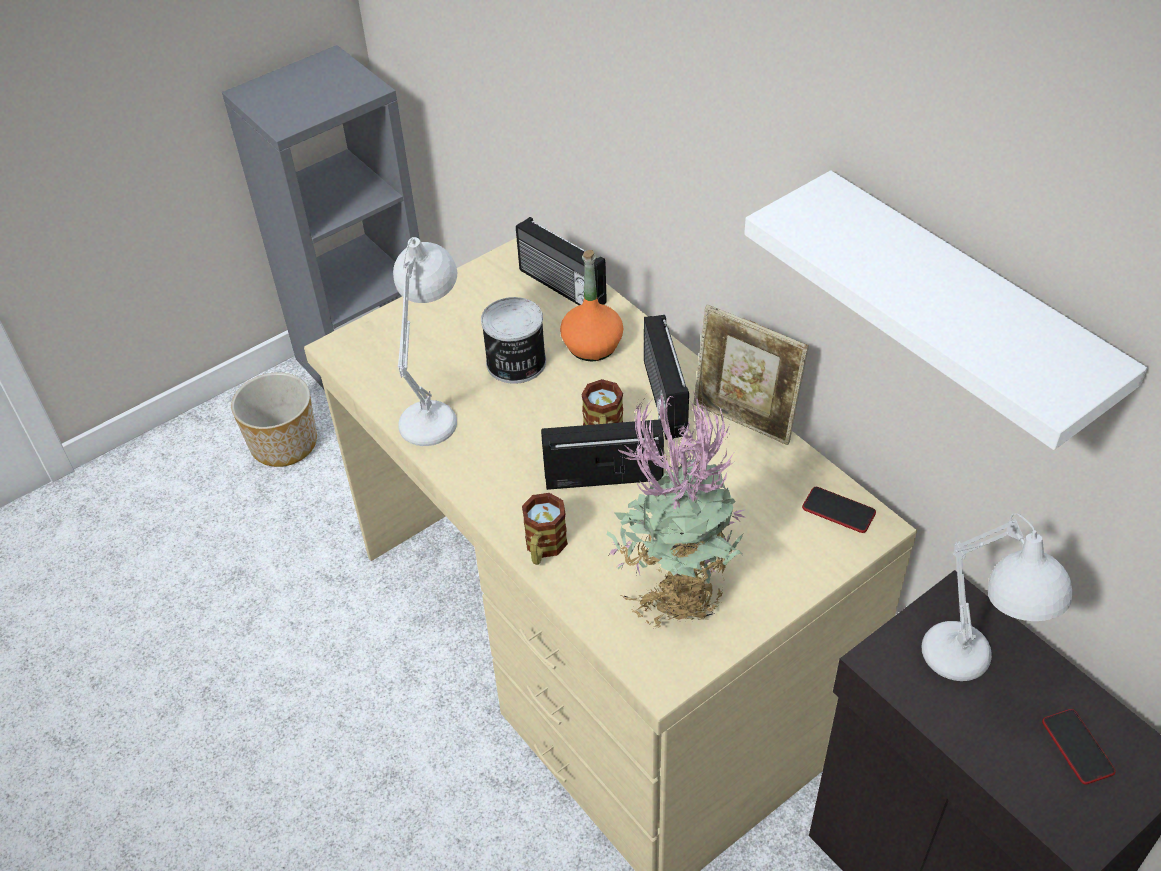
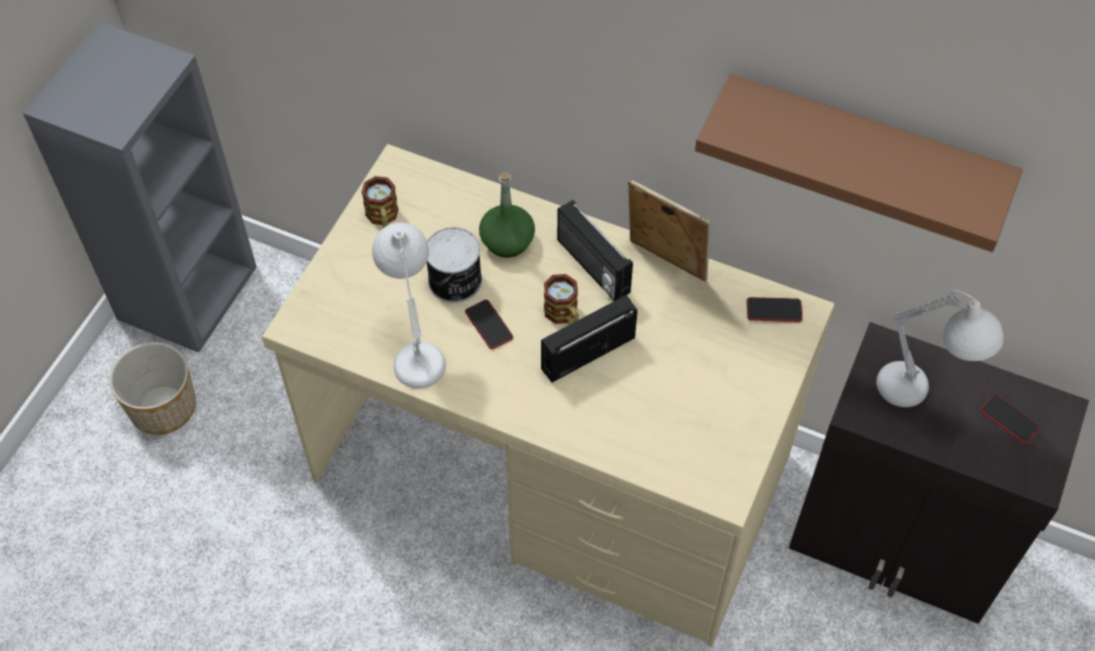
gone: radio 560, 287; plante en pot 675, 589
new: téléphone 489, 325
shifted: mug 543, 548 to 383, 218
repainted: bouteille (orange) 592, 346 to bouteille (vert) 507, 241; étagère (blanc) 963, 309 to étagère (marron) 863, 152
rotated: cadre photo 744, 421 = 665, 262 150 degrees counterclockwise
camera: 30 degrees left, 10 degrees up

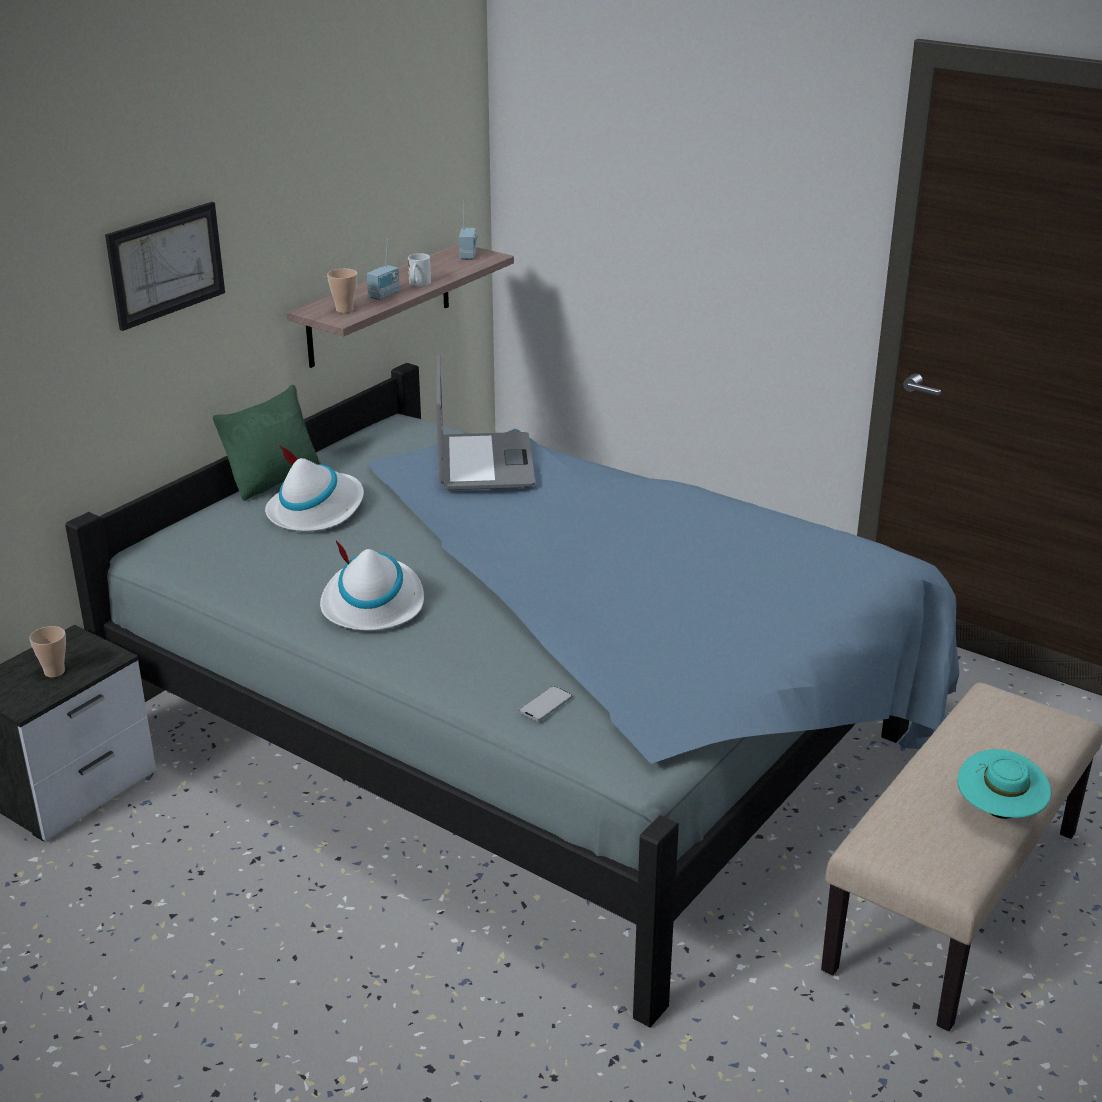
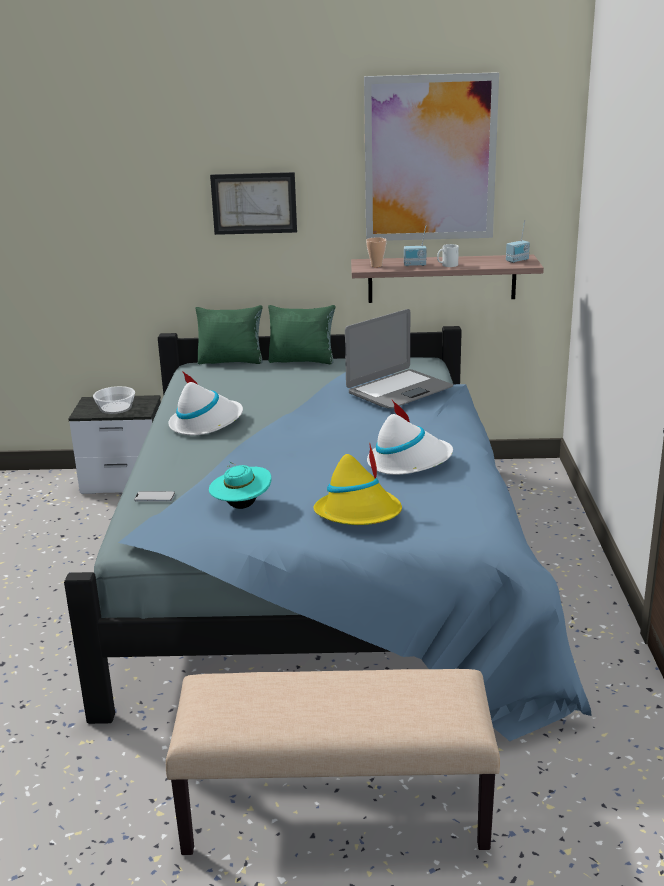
new: coussin (vert) 231, 361; chapeau (jaune) 359, 513; tableau 430, 159
shifted: chapeau (blanc) 316, 510 to 409, 462; chapeau (turquoise) 998, 812 to 241, 506
swapped: tasse 54, 672 to bol 115, 407
camera: 55 degrees right, 5 degrees down

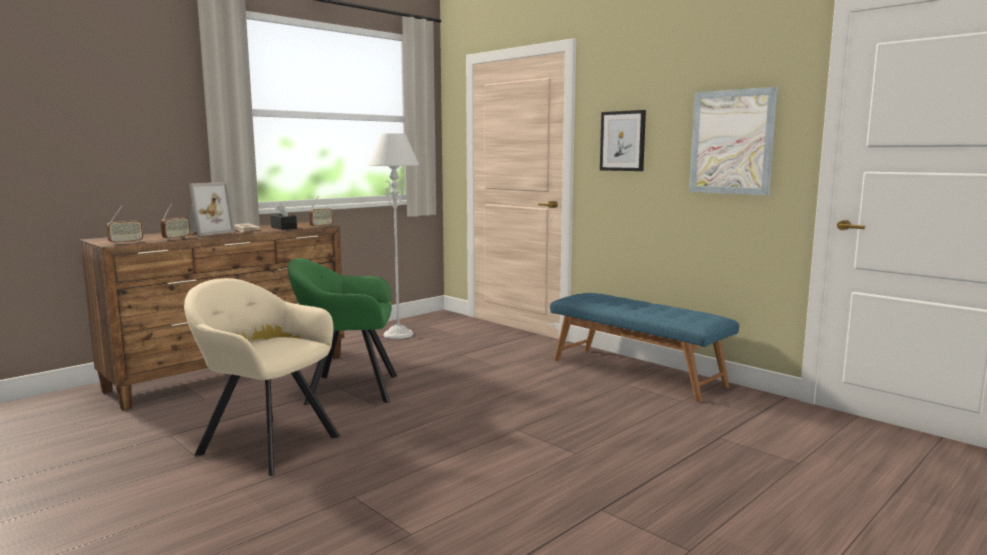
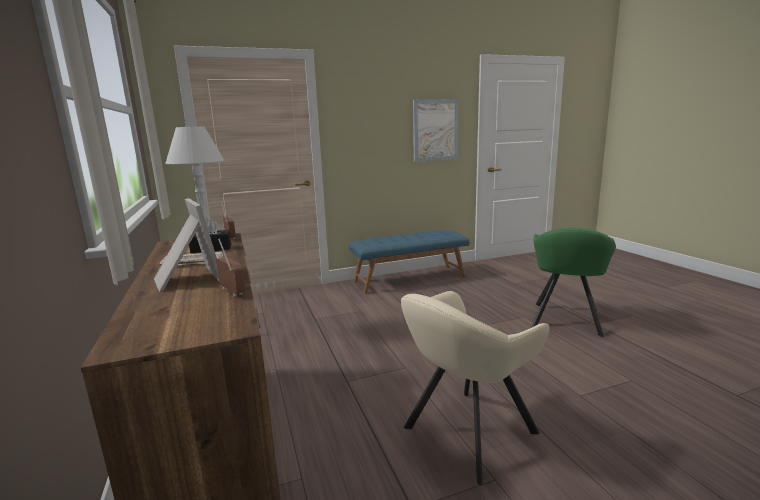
gone: radio 126, 243; tableau 622, 141
shifted: fauteuil (vert) 347, 388 to 565, 320
camera: 65 degrees left, 5 degrees up

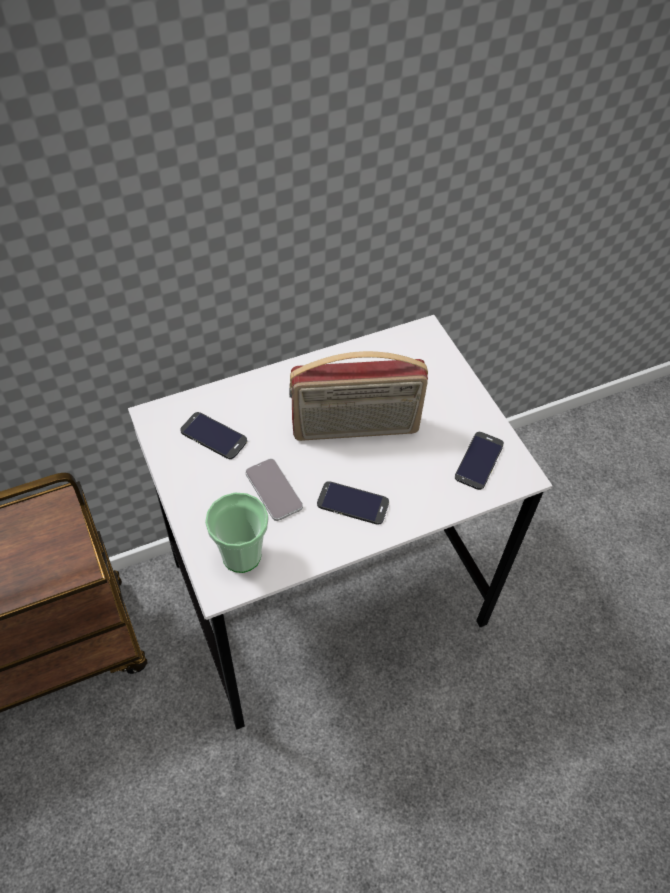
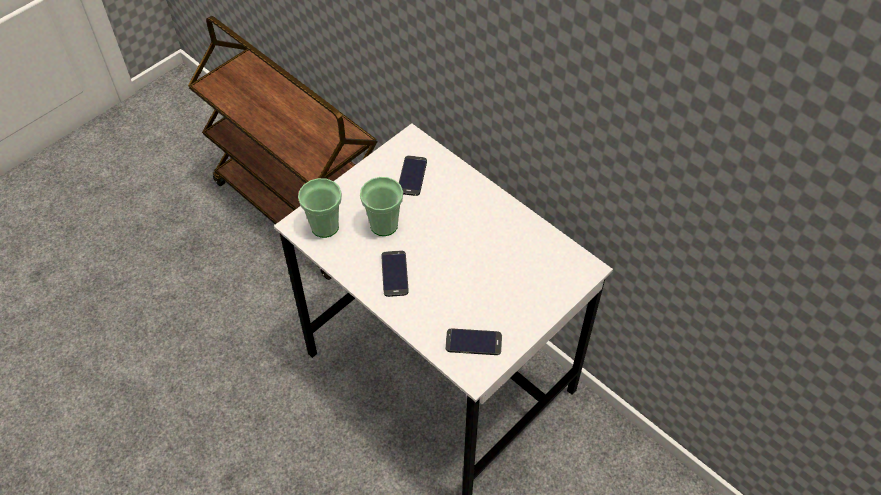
gone: radio 355, 429
swapped: téléphone 273, 490 to tasse 384, 225
camera: 70 degrees right, 0 degrees up

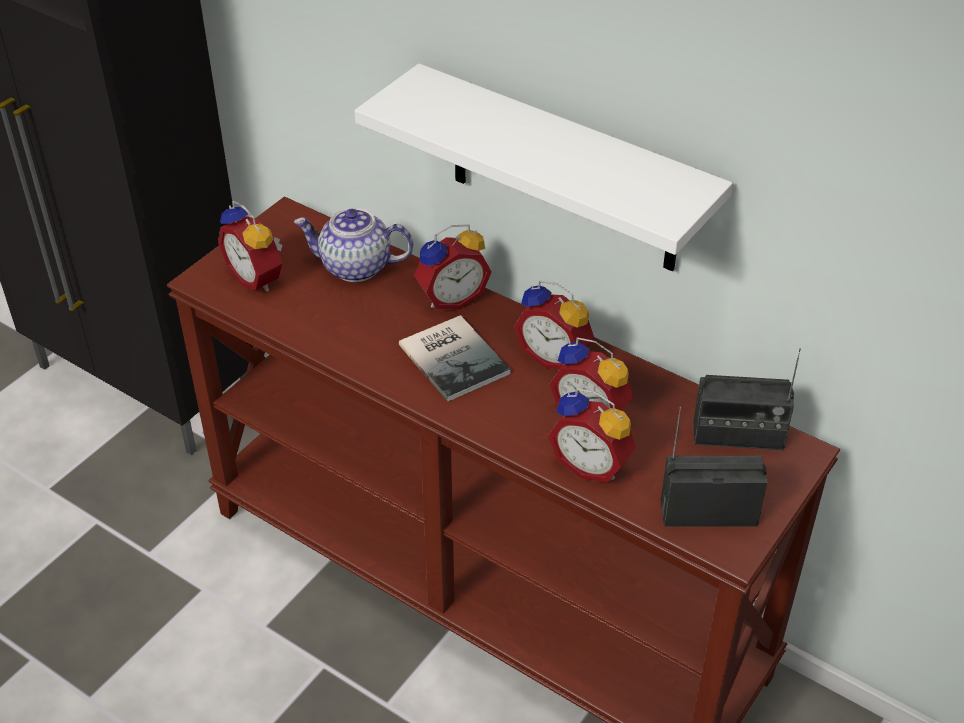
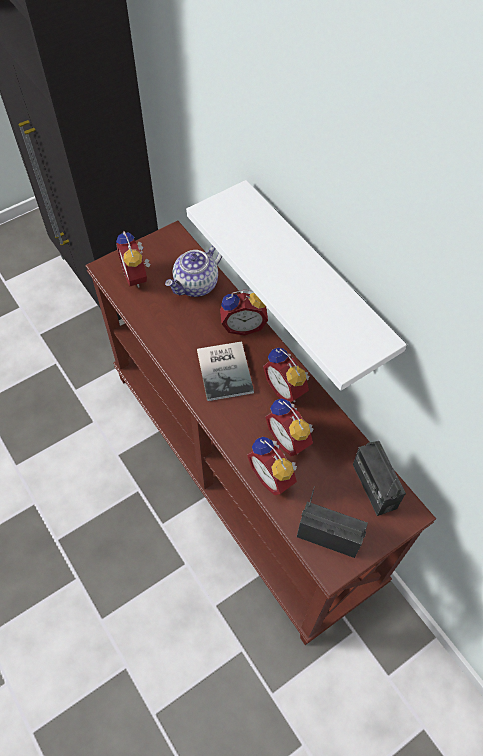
rotated: théière 355, 267 = 196, 285 75 degrees counterclockwise; radio 738, 436 = 374, 486 45 degrees clockwise
camera: 20 degrees right, 15 degrees up

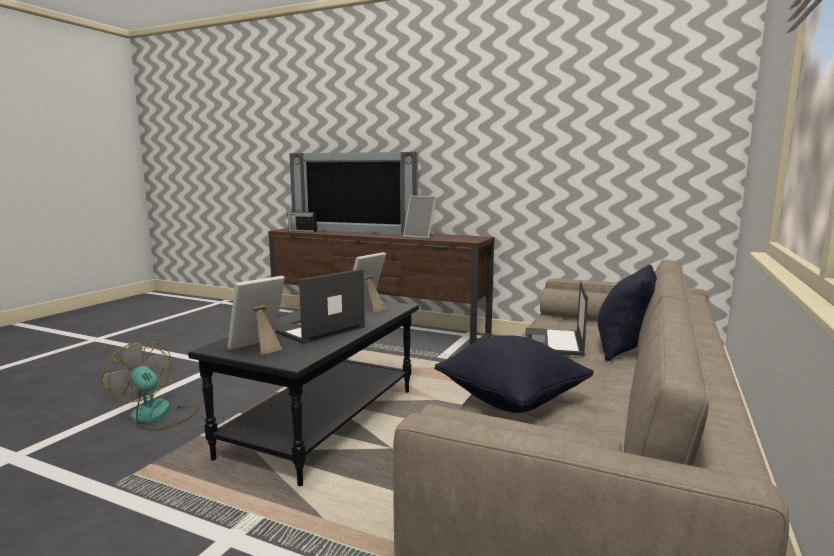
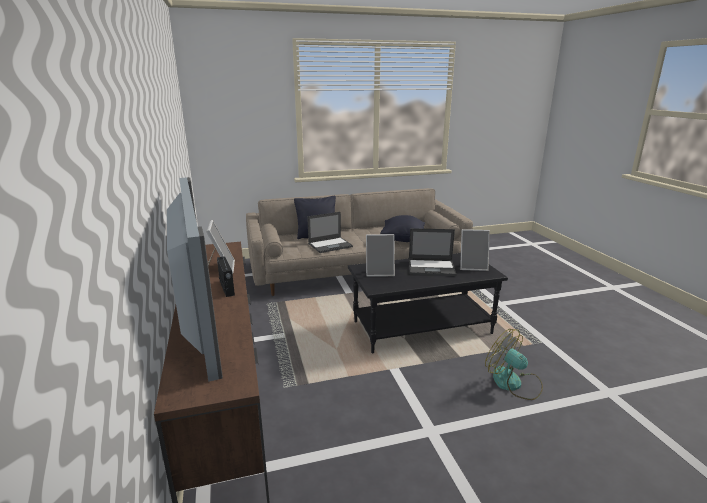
shifted: radio 302, 231 to 226, 288
rotated: ventilateur 156, 416 = 513, 383 135 degrees clockwise
camera: 130 degrees left, 10 degrees up

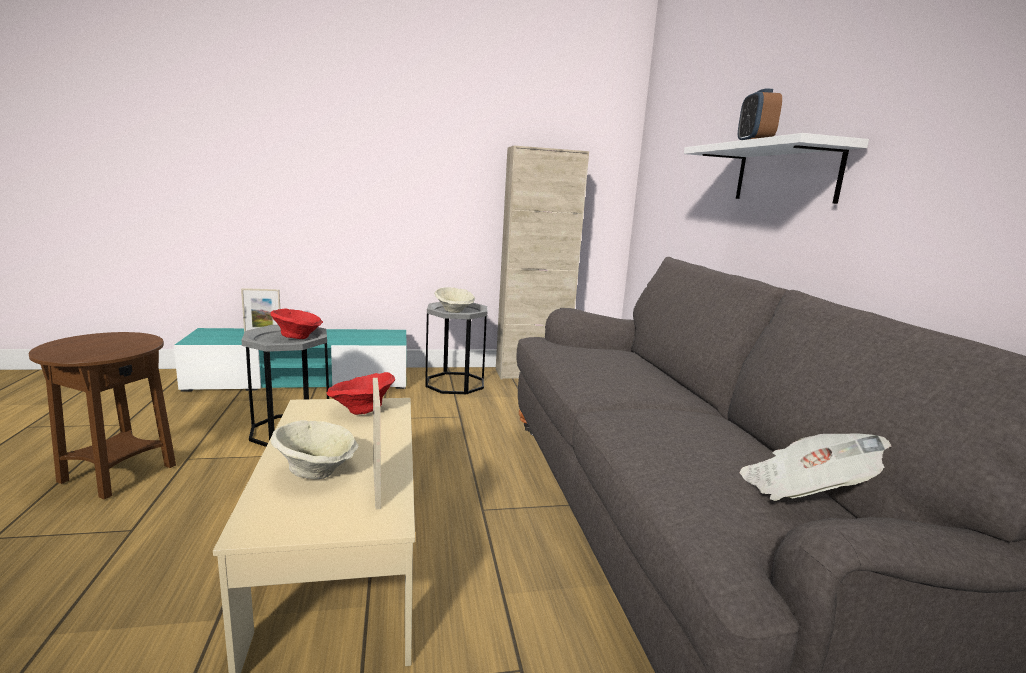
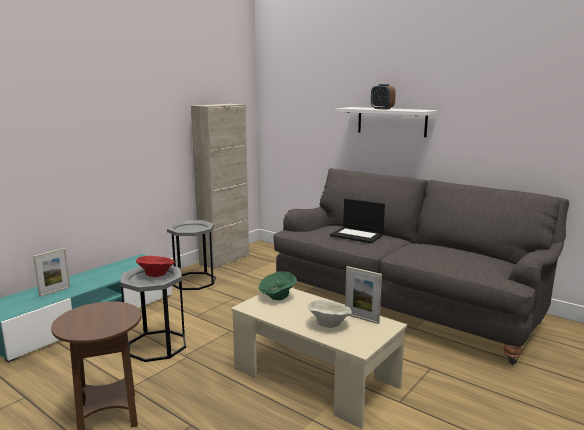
gone: bol (beige) 454, 311; journal 803, 491
new: ordinateur portable 357, 235
repainted: bol (rouge) 362, 410 to bol (vert) 277, 297
camera: 40 degrees left, 0 degrees up

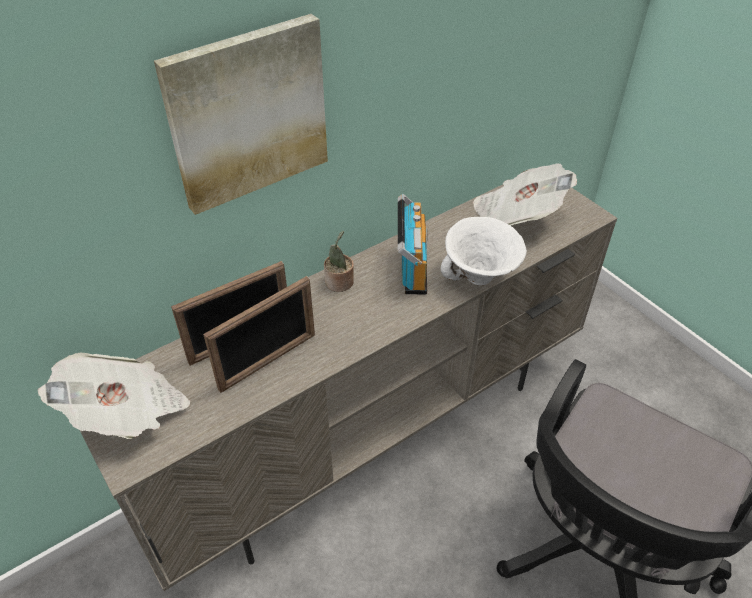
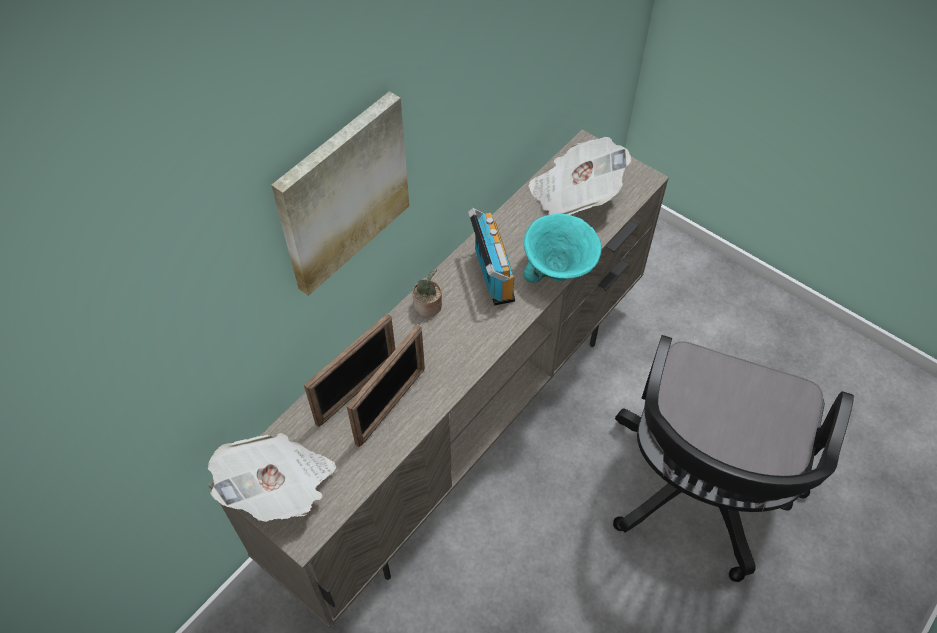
repainted: bol (blanc) 481, 276 to bol (turquoise) 560, 270
camera: 15 degrees left, 10 degrees up

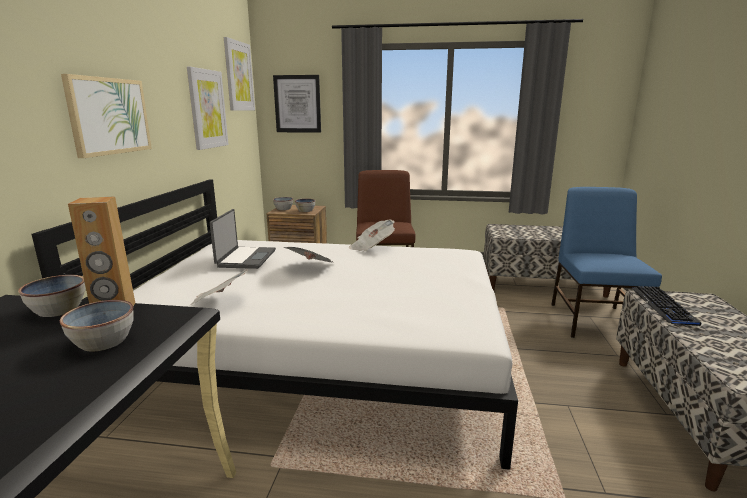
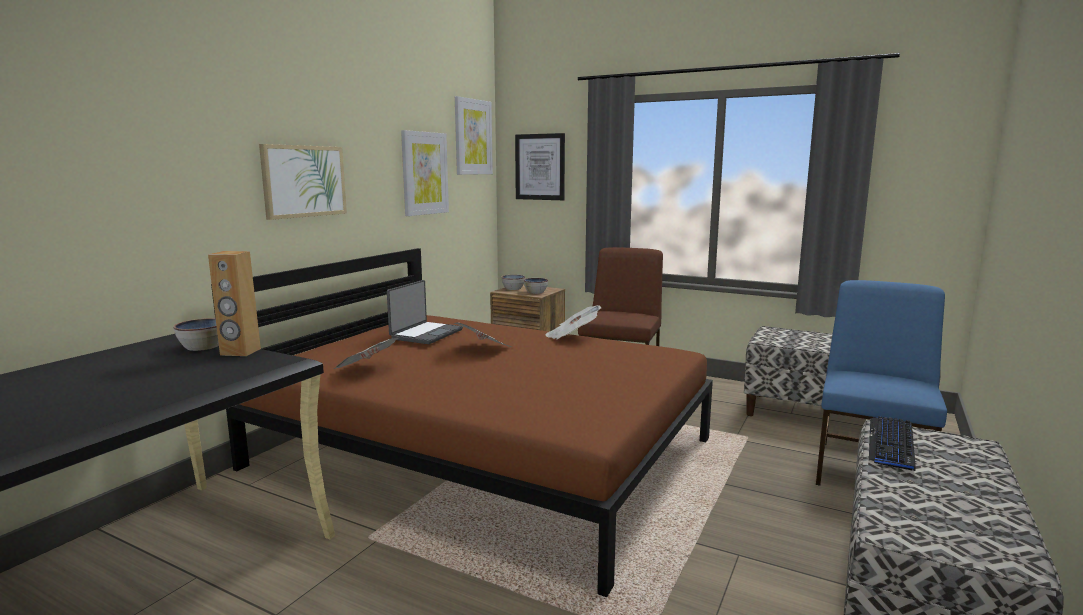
gone: bol 103, 342
repainted: lit (blanc) 320, 356 to lit (marron) 483, 452
camera: 20 degrees right, 5 degrees down

